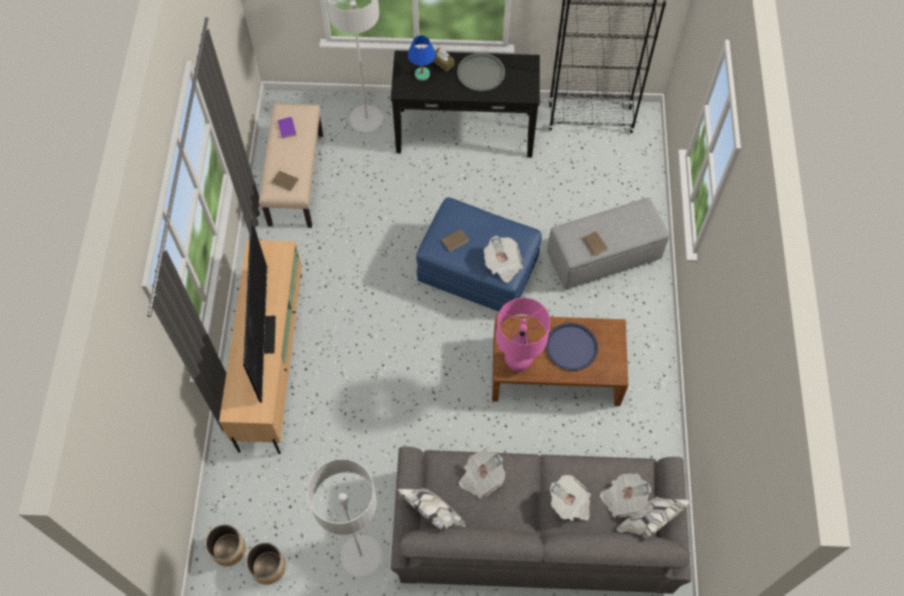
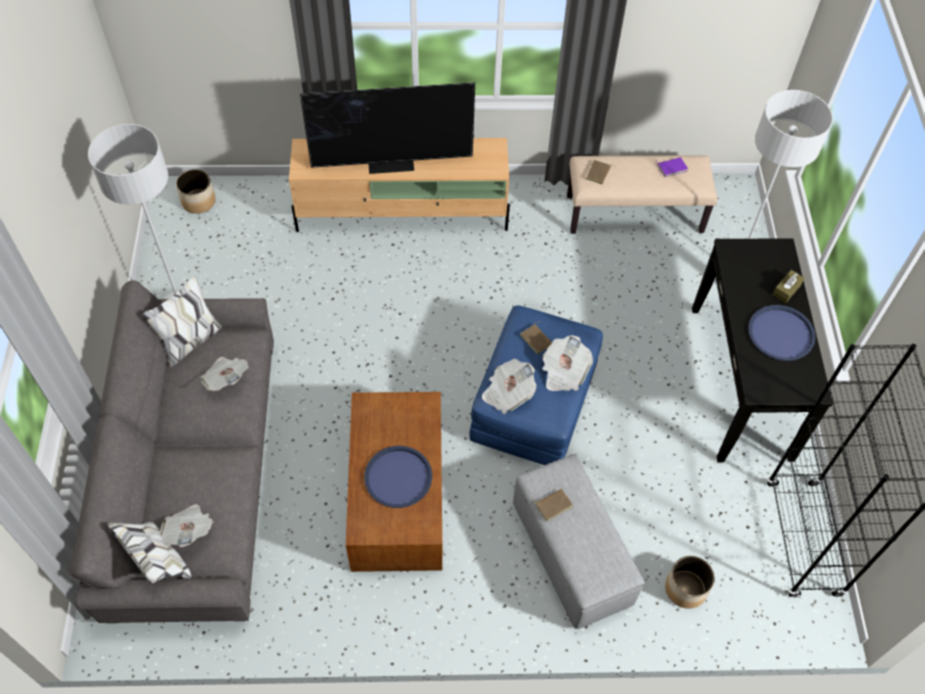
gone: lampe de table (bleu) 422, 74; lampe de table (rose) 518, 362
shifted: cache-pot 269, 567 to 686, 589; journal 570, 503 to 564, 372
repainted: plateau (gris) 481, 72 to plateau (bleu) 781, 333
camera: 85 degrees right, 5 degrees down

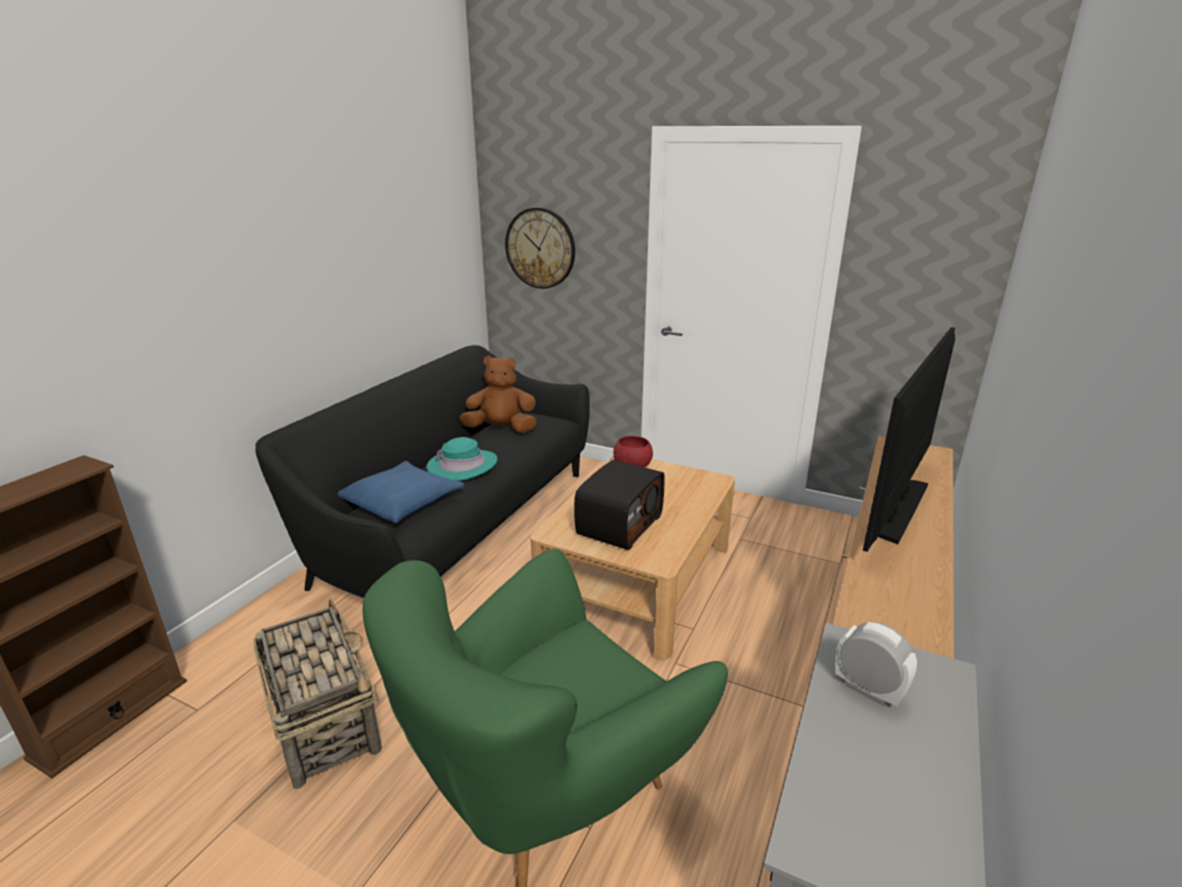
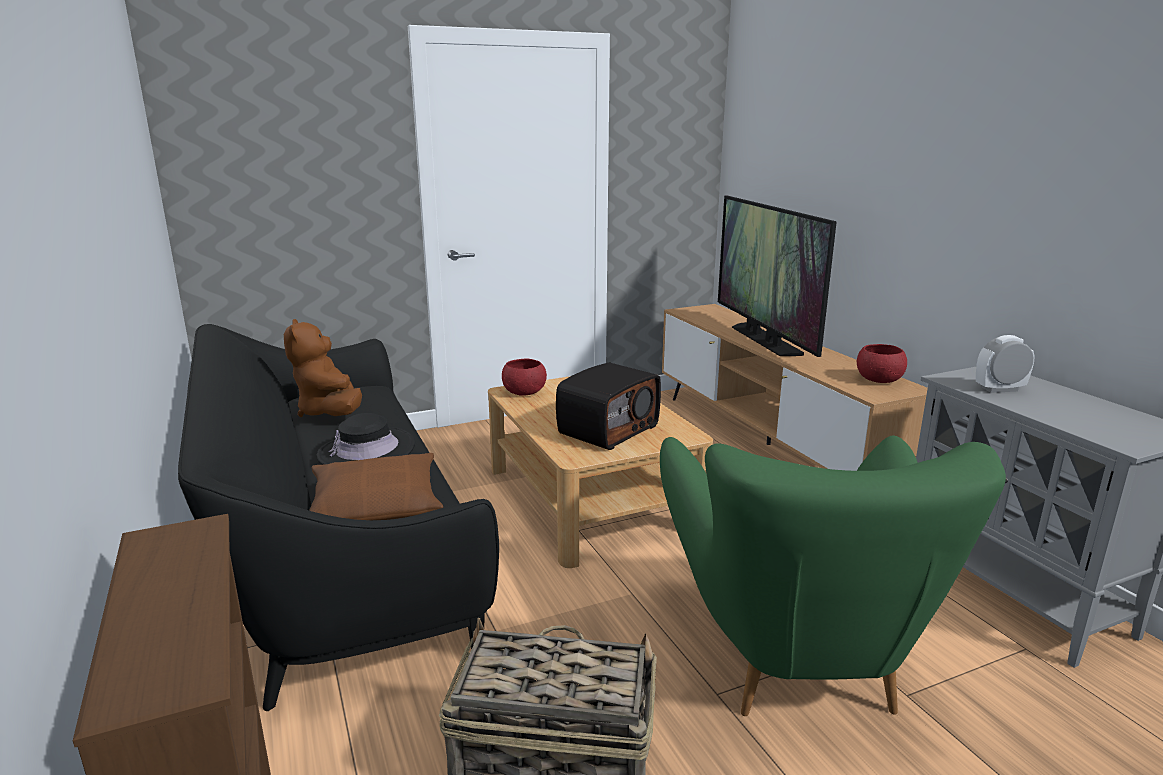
gone: horloge murale 540, 248
new: bol (rouge) 879, 380
repainted: coussin (bleu) 402, 501 to coussin (marron) 376, 504; chapeau (turquoise) 462, 465 to chapeau (noir) 367, 452
rotated: peluche (marron) 501, 429 = 330, 412 60 degrees counterclockwise; radio 618, 524 = 607, 429 60 degrees clockwise
camera: 50 degrees left, 5 degrees down

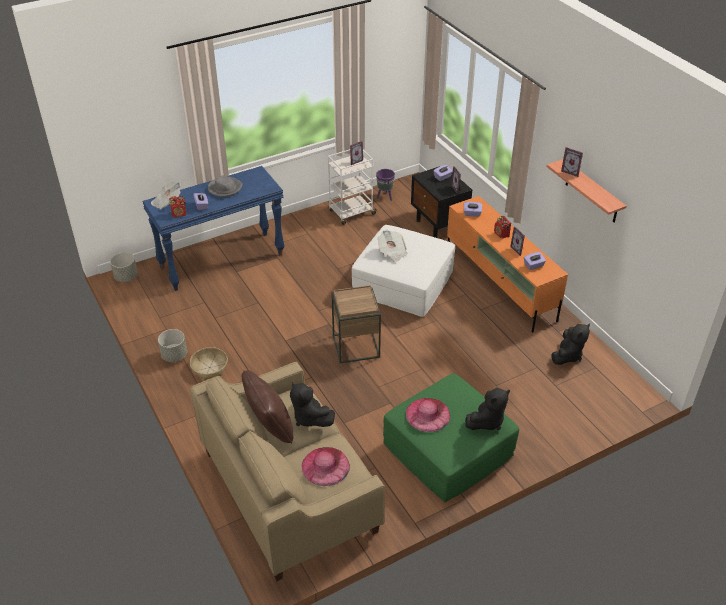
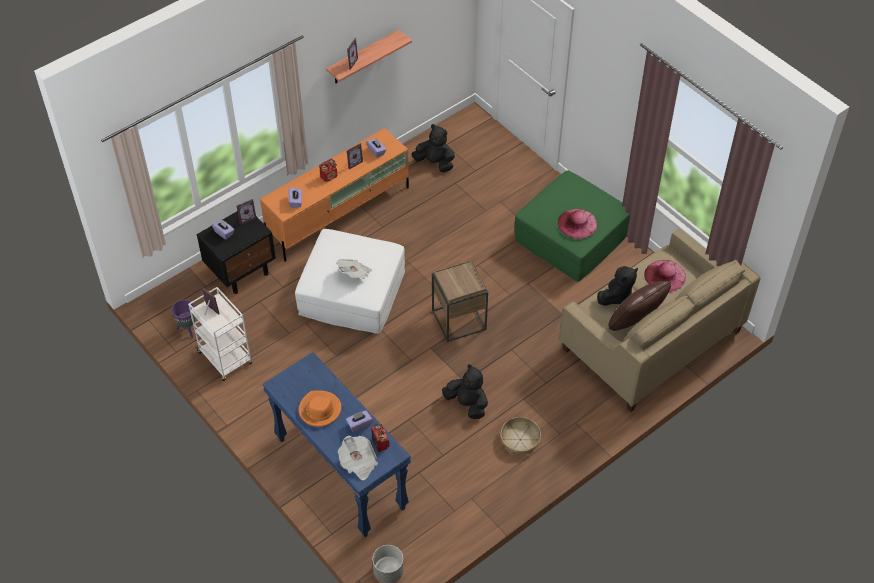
gone: cache-pot (gris) 174, 355
shifted: peluche (noir) 487, 421 to 467, 404
repainted: chapeau (gris) 224, 188 to chapeau (orange) 319, 410
camera: 100 degrees left, 10 degrees up

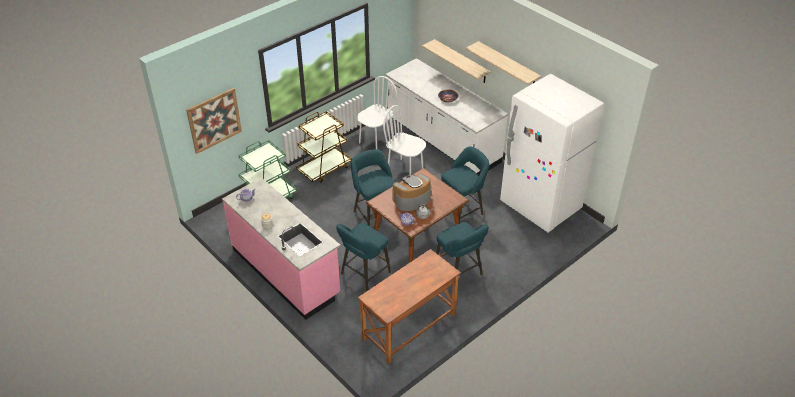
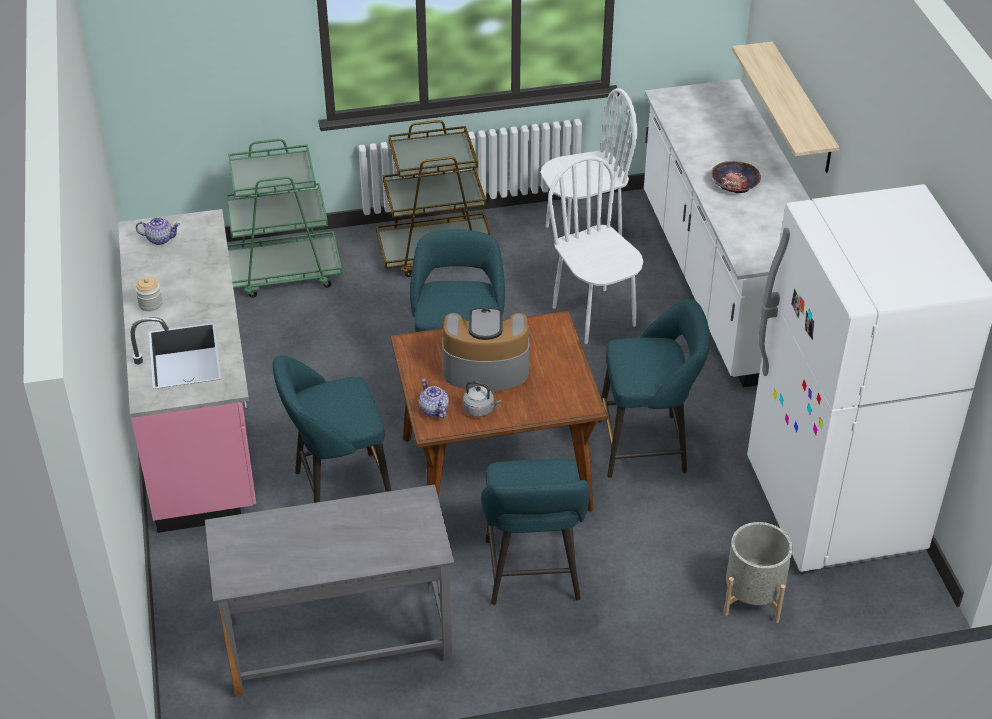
gone: tableau 214, 120; étagère 508, 65
new: cache-pot (gris) 752, 598
repainted: bureau (marron) 409, 327 to bureau (gris) 338, 641
camera: 30 degrees right, 0 degrees up

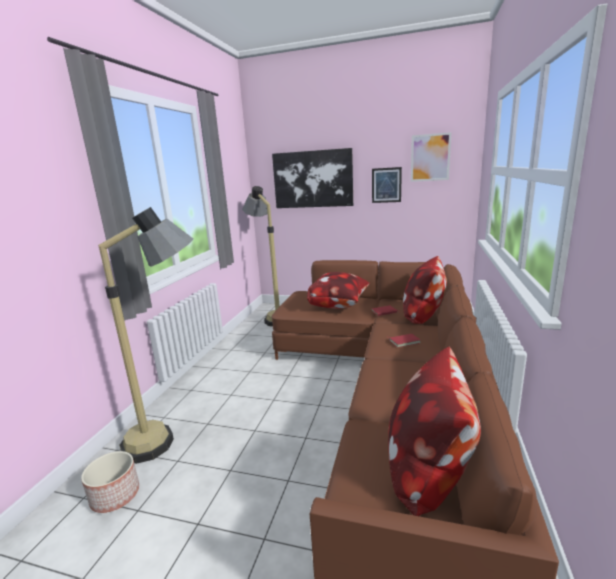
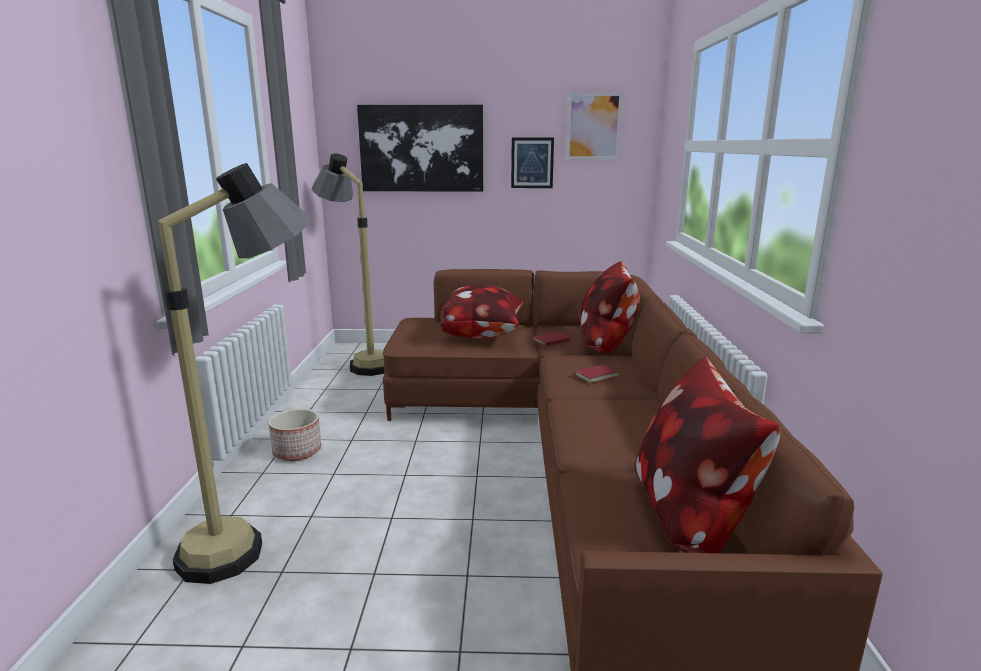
shifted: cache-pot 115, 495 to 296, 451
camera: 15 degrees left, 0 degrees up

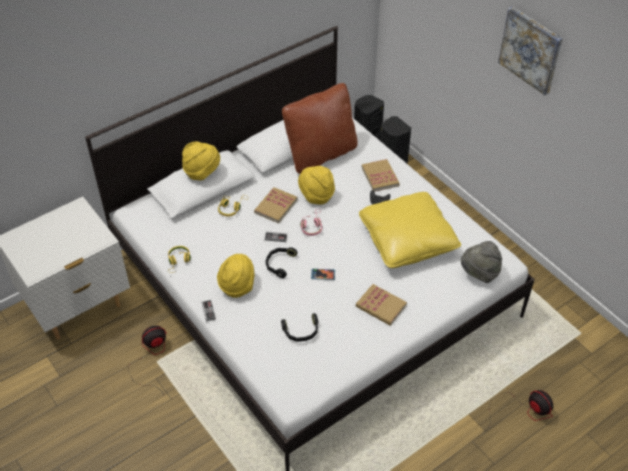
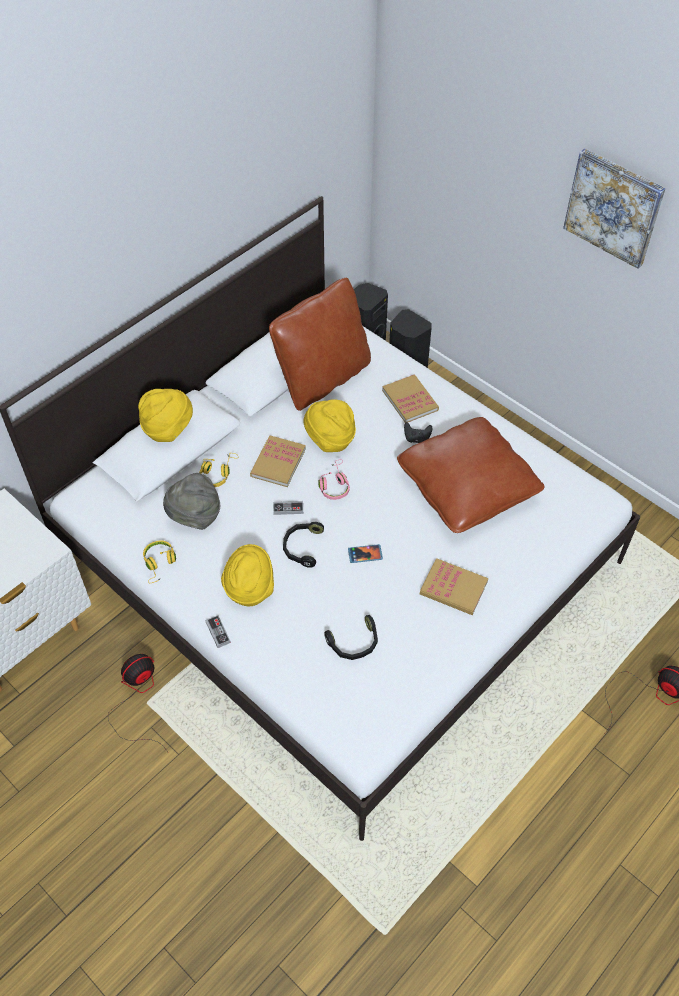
shifted: chapeau (gris) 479, 273 to 195, 516
repainted: coussin (jaune) 407, 240 to coussin (marron) 467, 487
camera: 10 degrees left, 5 degrees up

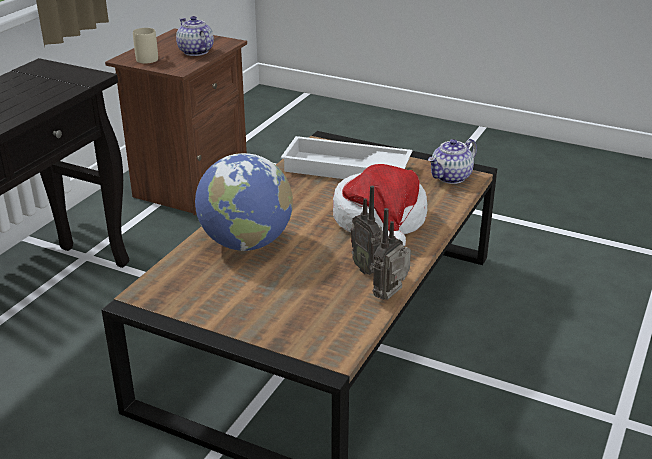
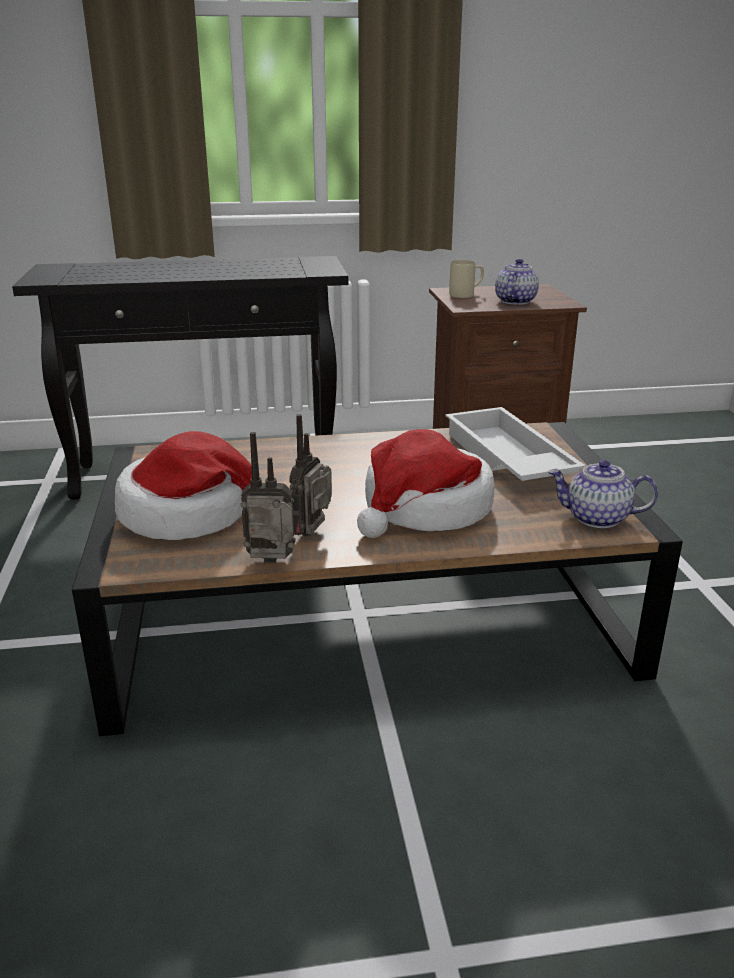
gone: globe 246, 243
new: chapeau 189, 514
camera: 55 degrees right, 5 degrees down

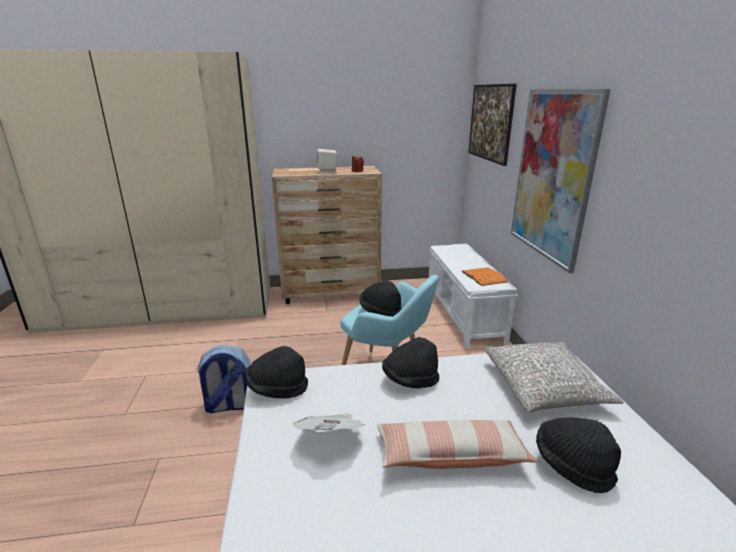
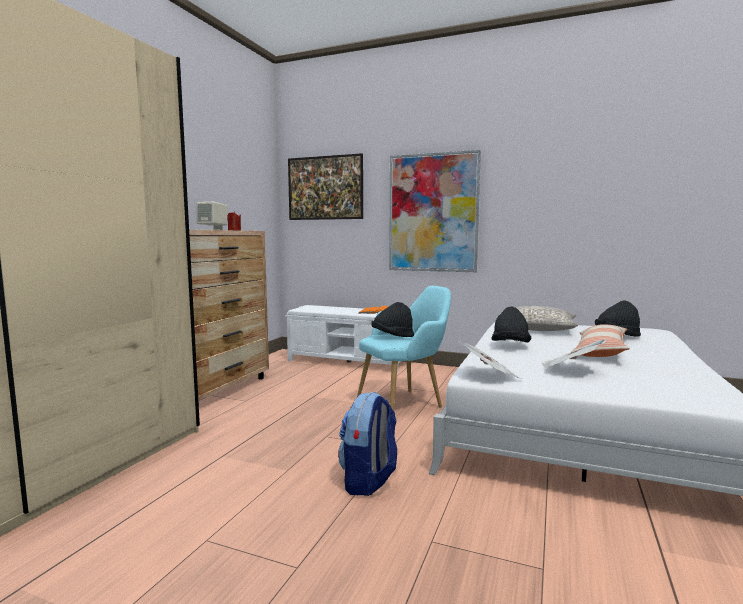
swapped: chapeau (noir) 277, 388 to journal 489, 376
camera: 60 degrees left, 15 degrees down

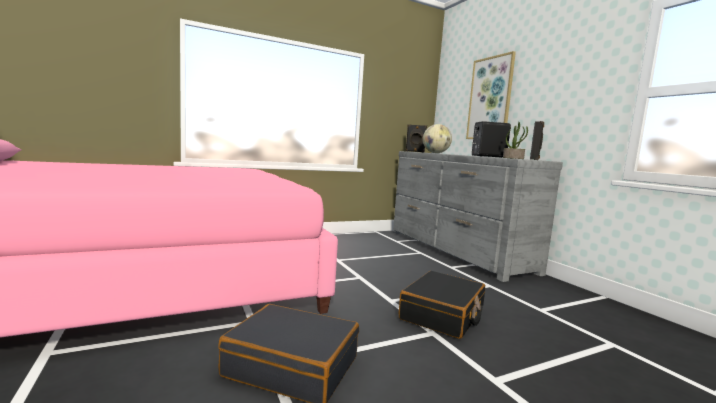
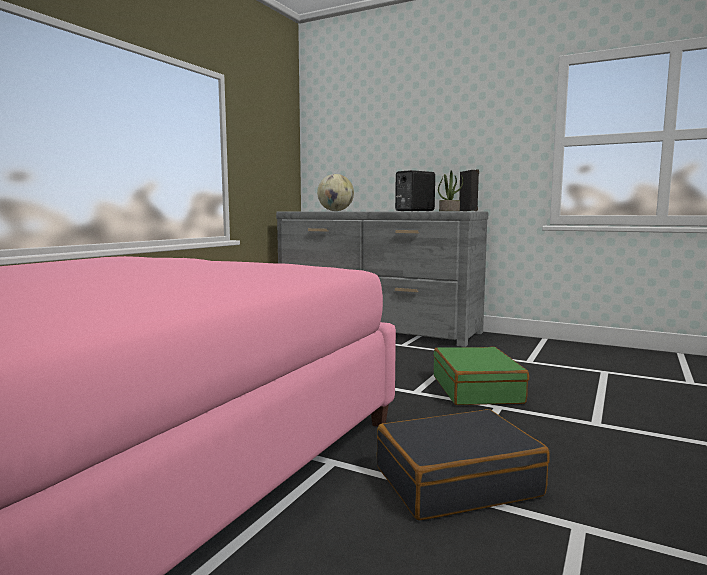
gone: enceinte (noir) 414, 151; tableau 490, 98
repainted: valise (noir) 442, 315 to valise (vert) 477, 389
camera: 35 degrees left, 0 degrees up

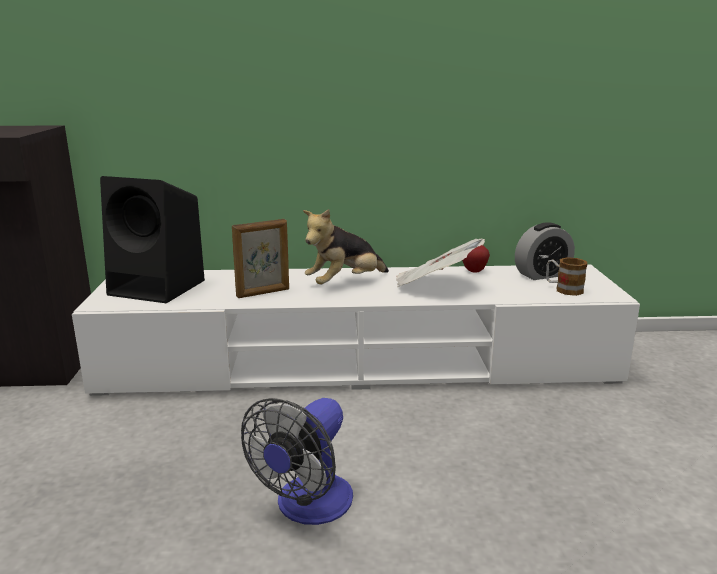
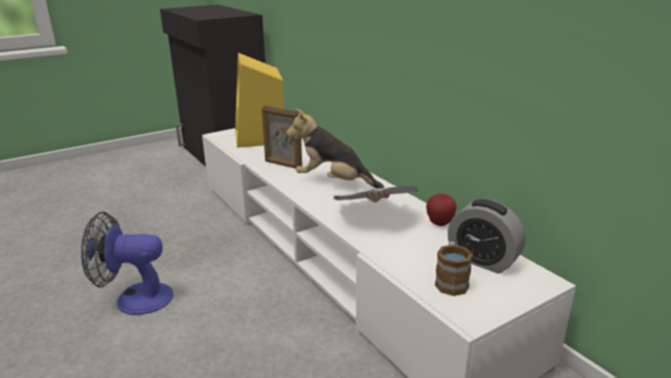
repainted: enceinte (noir) 160, 288 to enceinte (jaune) 260, 138
camera: 60 degrees right, 5 degrees up

